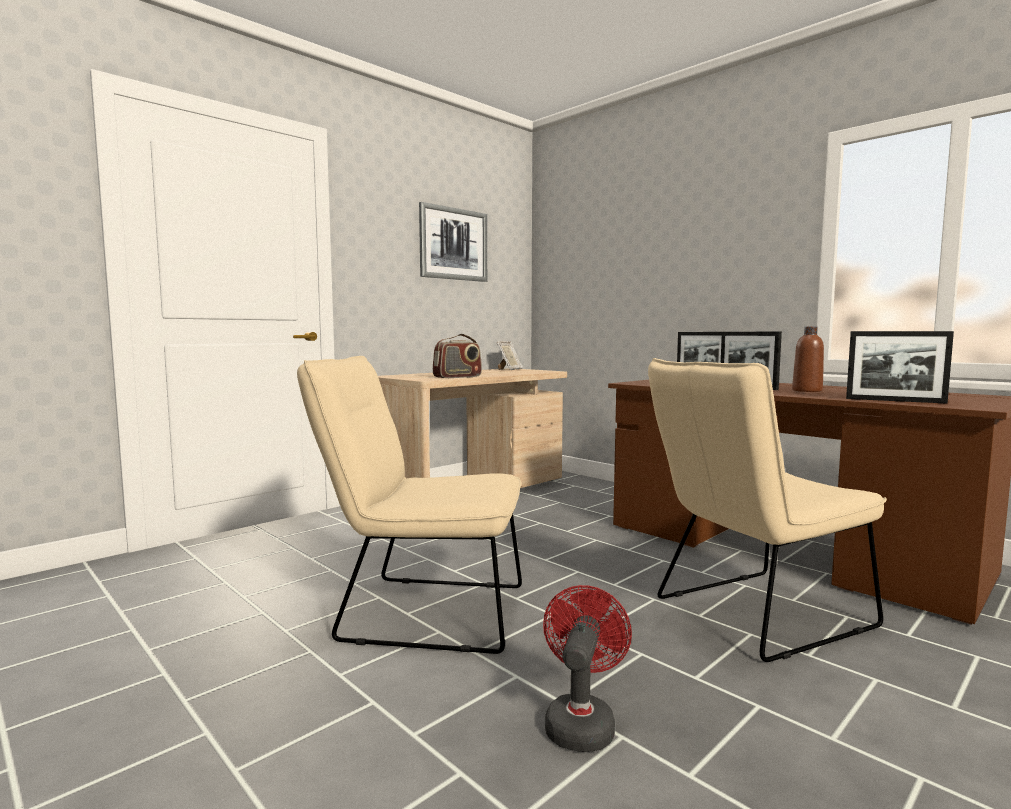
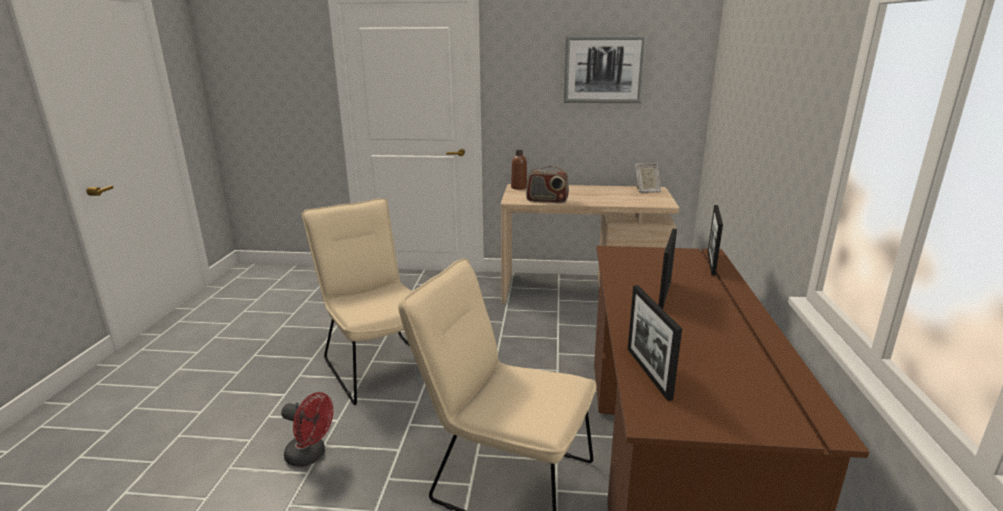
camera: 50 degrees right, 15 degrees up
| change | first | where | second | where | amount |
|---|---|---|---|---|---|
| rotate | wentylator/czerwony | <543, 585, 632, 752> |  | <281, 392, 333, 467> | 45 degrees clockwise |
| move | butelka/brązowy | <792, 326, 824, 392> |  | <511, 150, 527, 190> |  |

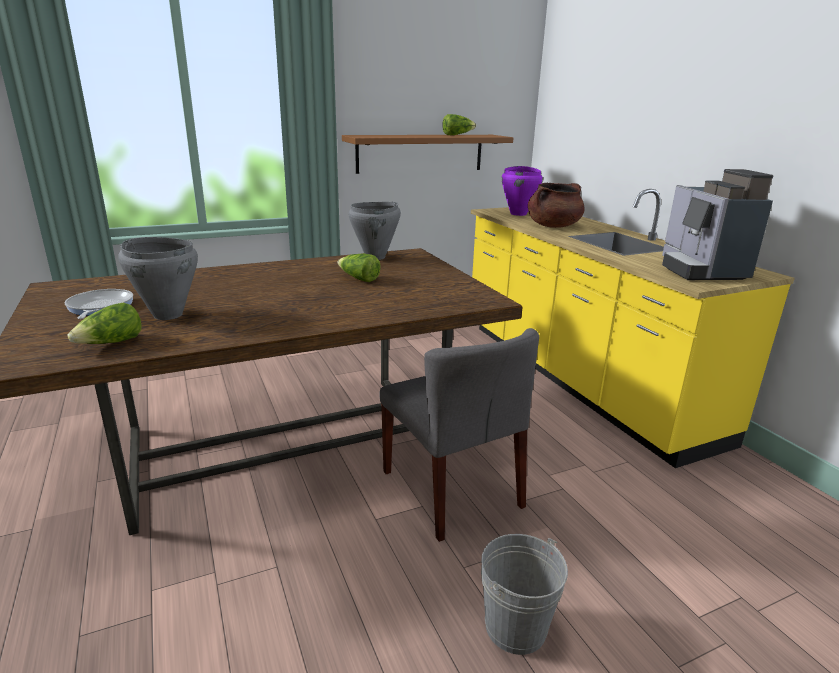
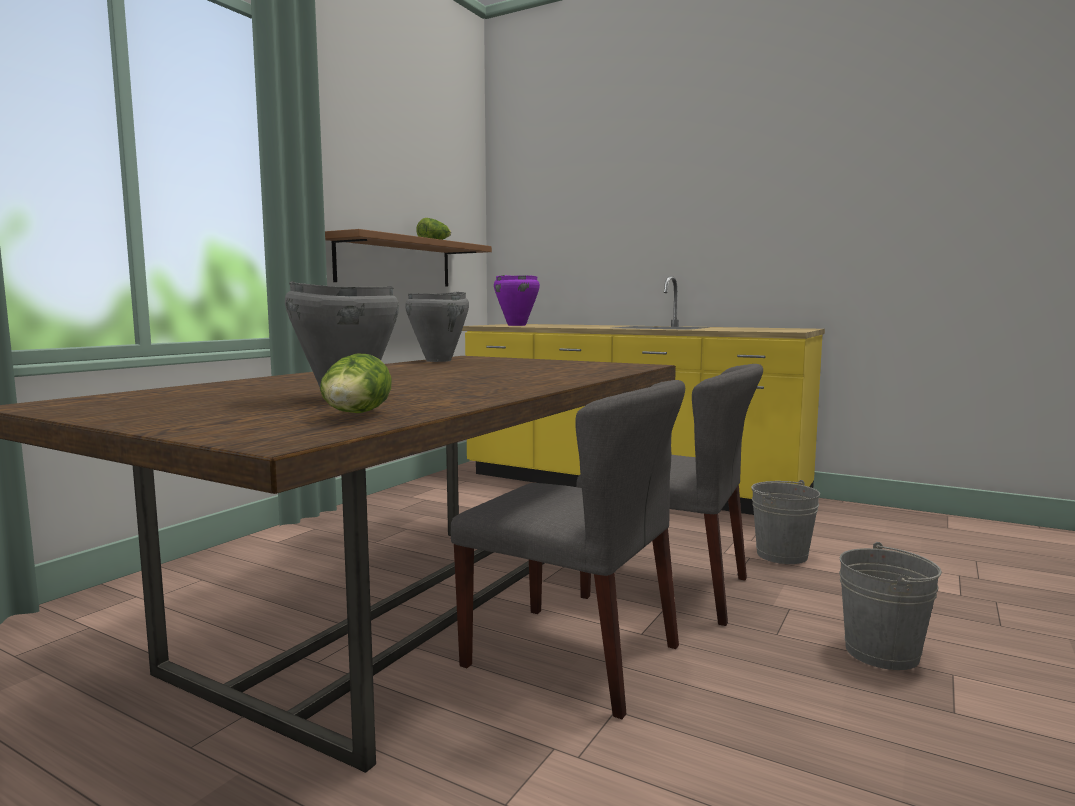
camera: 35 degrees left, 15 degrees down
| change | first | where | second | where | amount |
|---|---|---|---|---|---|
| delete | patelnia | <65, 289, 133, 319> |  |  |  |
| delete | sałata | <338, 254, 380, 282> |  |  |  |
| delete | garnek/brązowy | <528, 183, 584, 228> |  |  |  |
| delete | ekspres do kawy | <662, 169, 773, 280> |  |  |  |
| insert |  |  | krzesło/szary | <451, 380, 685, 719> |  |
| insert |  |  | wiadro/szary | <751, 480, 820, 564> |  |

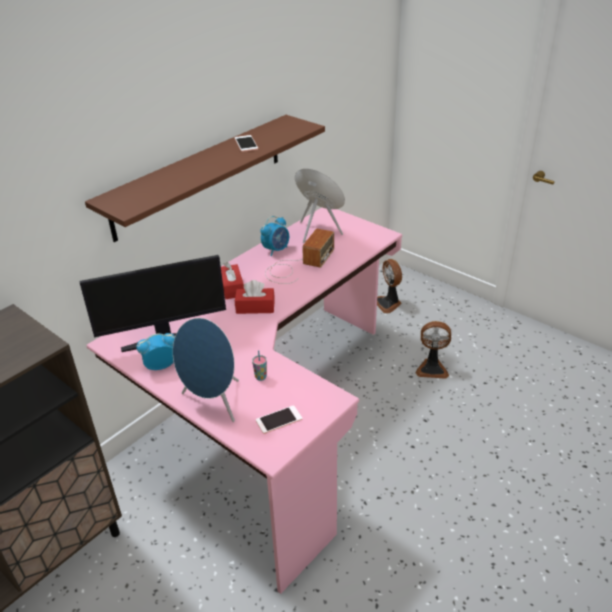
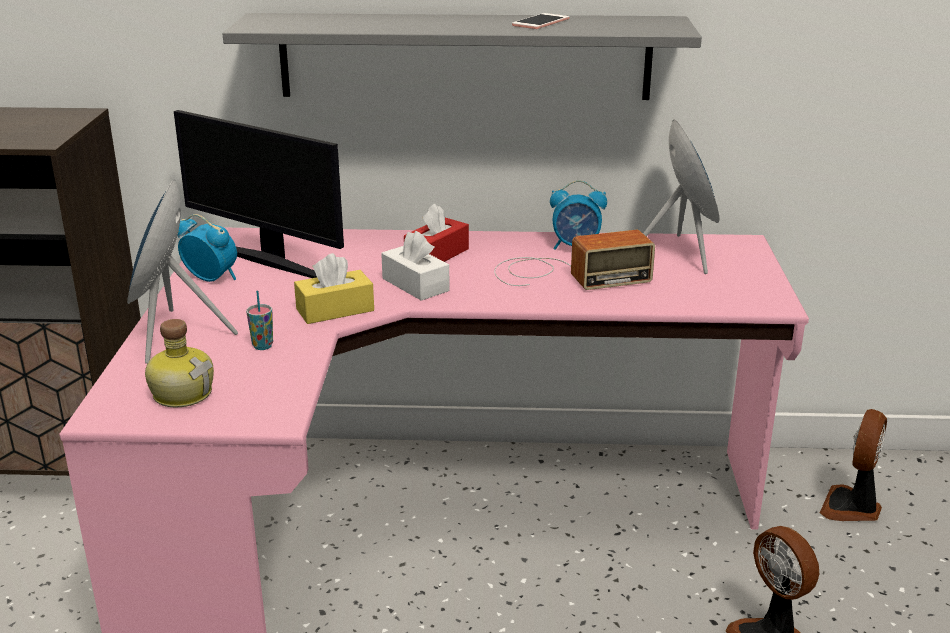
camera: 50 degrees right, 10 degrees down
| change | first | where | second | where | amount |
|---|---|---|---|---|---|
| recolor | półka/brązowy | <85, 115, 325, 242> | półka/szary | <222, 13, 702, 100> |  |
| recolor | pudełko chusteczek/czerwony | <235, 280, 275, 314> | pudełko chusteczek/biały | <381, 231, 450, 301> |  |
| replace | telefon | <256, 405, 302, 434> | butelka | <145, 319, 214, 407> |  |
| insert |  |  | pudełko chusteczek/żółty | <294, 253, 374, 324> |  |

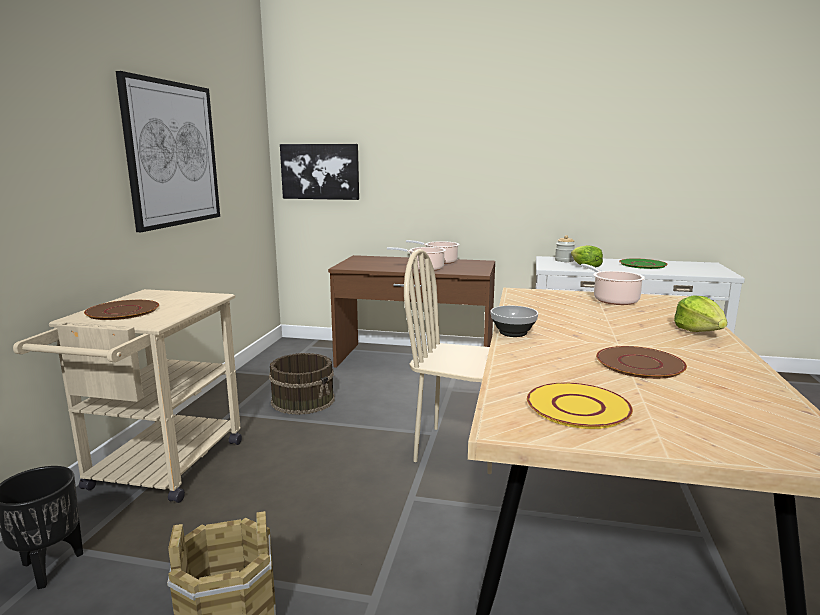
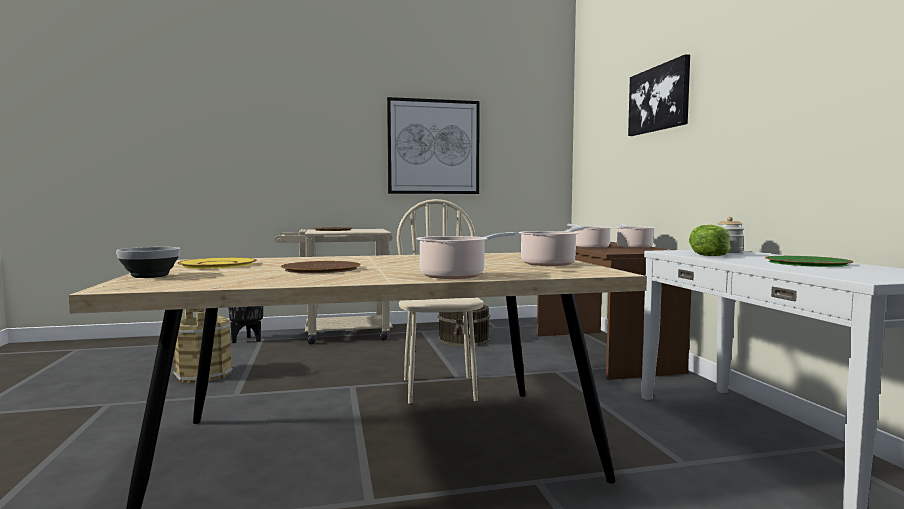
camera: 65 degrees right, 10 degrees down
| change | first | where | second | where | amount |
|---|---|---|---|---|---|
| move | obraz | <280, 144, 359, 200> |  | <628, 54, 690, 136> |  |
| move | miska | <491, 306, 538, 337> |  | <116, 247, 180, 278> |  |
| replace | sałata | <674, 295, 727, 332> | garnek | <417, 232, 516, 279> |  |

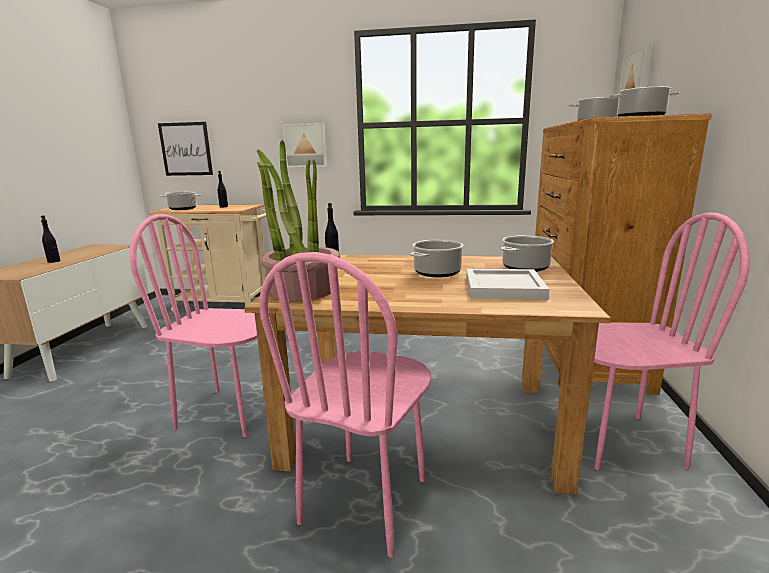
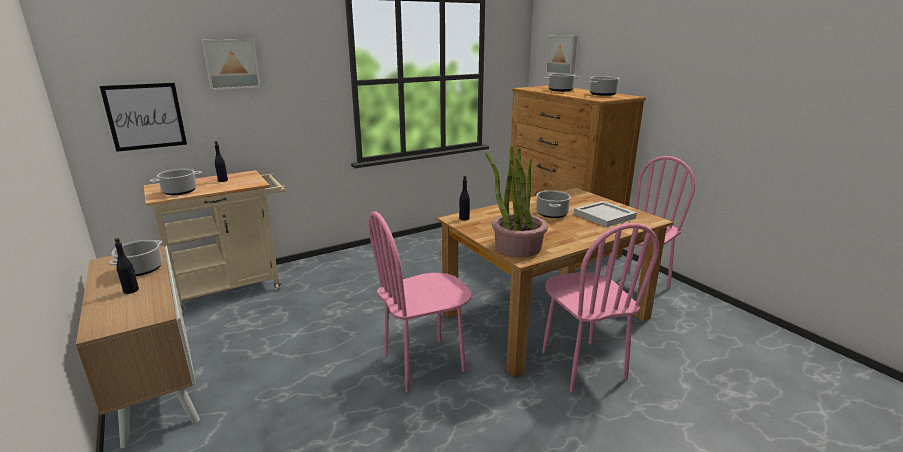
camera: 40 degrees left, 5 degrees up
| change | first | where | second | where | amount |
|---|---|---|---|---|---|
| move | obraz | <283, 123, 327, 167> |  | <202, 39, 261, 90> |  |
| move | garnek | <501, 235, 554, 272> |  | <109, 240, 163, 276> |  |

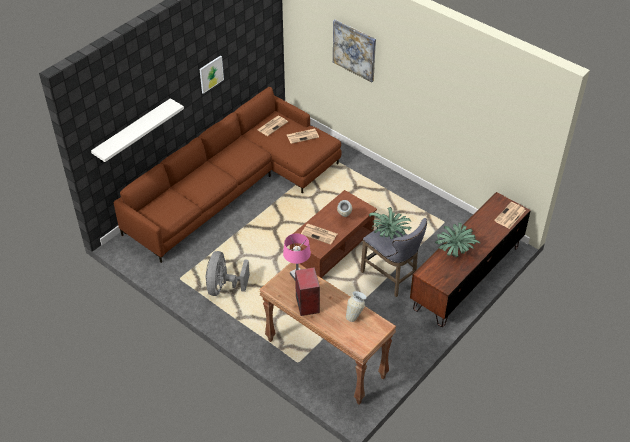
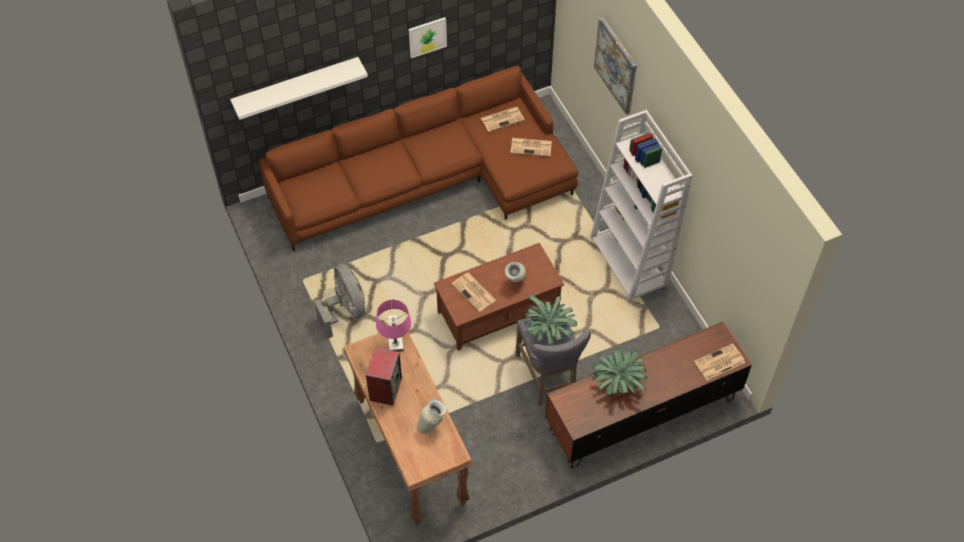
camera: 25 degrees right, 10 degrees up
| change | first | where | second | where | amount |
|---|---|---|---|---|---|
| rotate | wentylator/szary | <206, 251, 250, 296> |  | <314, 264, 366, 338> | 120 degrees clockwise |
| insert |  |  | regał/biały | <590, 110, 693, 300> |  |

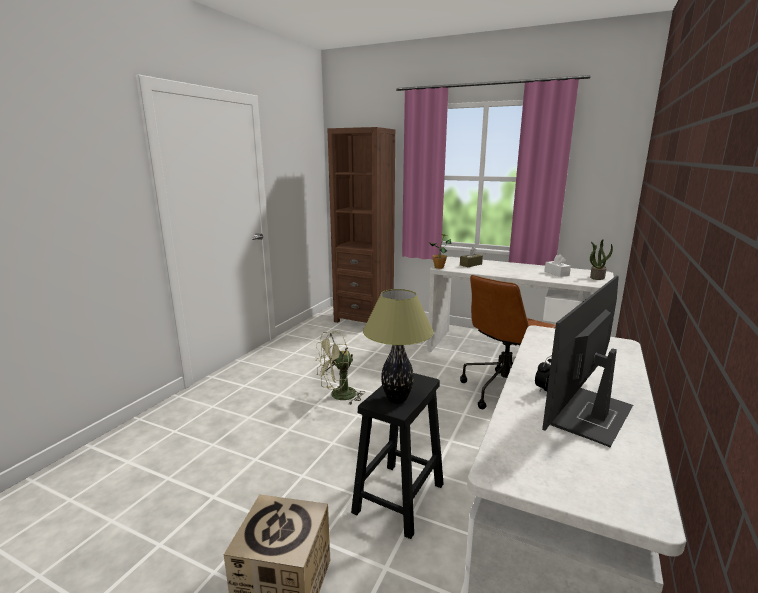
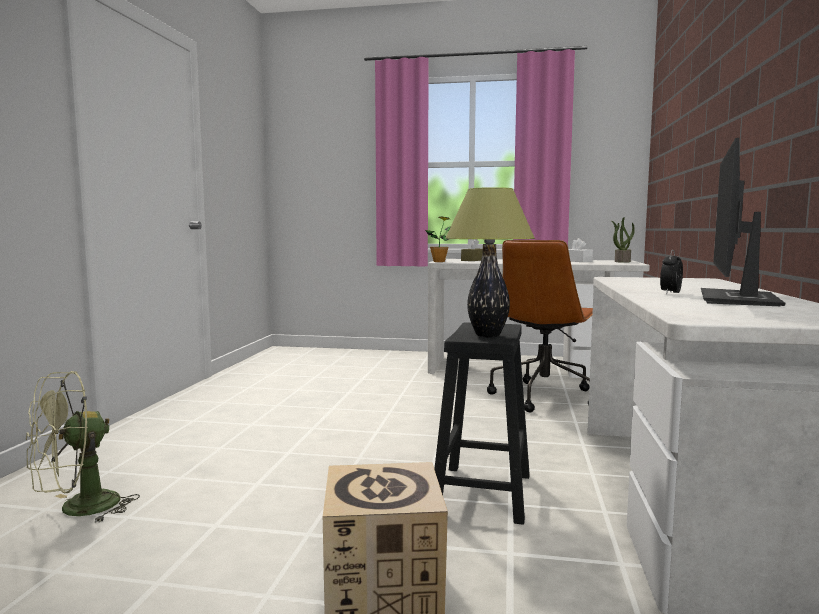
camera: 15 degrees left, 10 degrees down
| change | first | where | second | where | amount |
|---|---|---|---|---|---|
| move | wentylator/zielony | <315, 331, 365, 405> |  | <26, 371, 140, 523> |  |
| delete | regał/brązowy | <328, 127, 395, 323> |  |  |  |

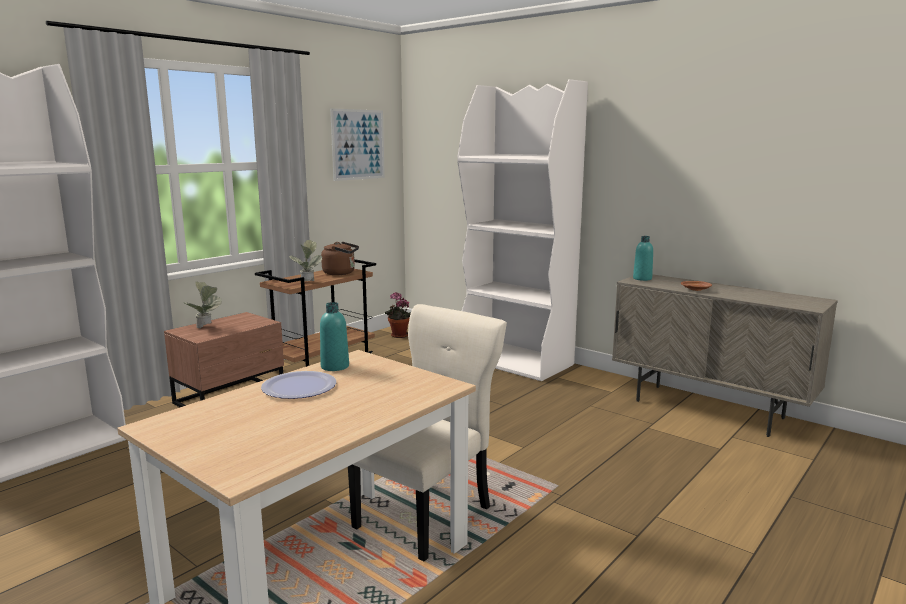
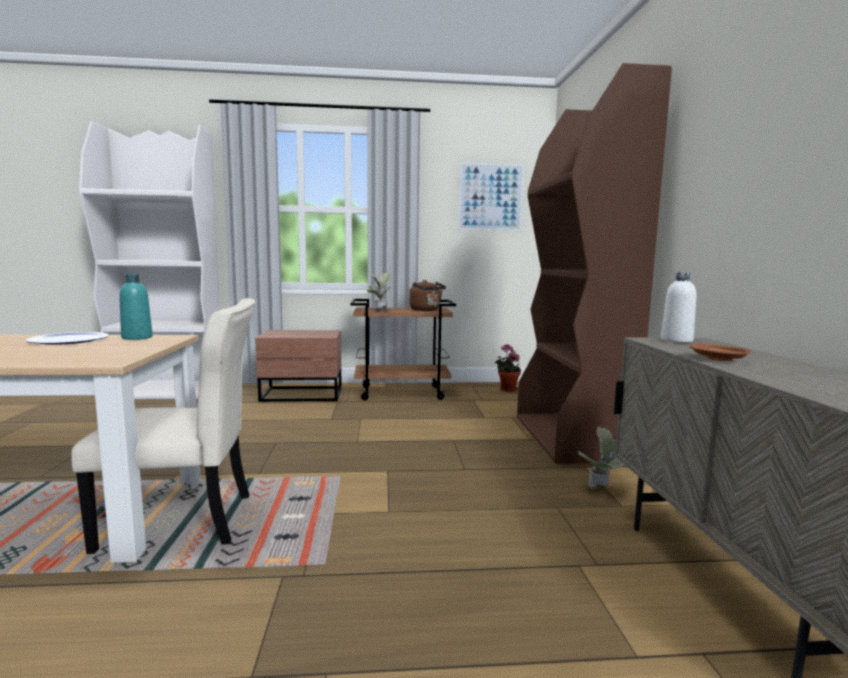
camera: 45 degrees right, 5 degrees down
| change | first | where | second | where | amount |
|---|---|---|---|---|---|
| move | roślina doniczkowa | <184, 281, 222, 328> |  | <577, 427, 624, 488> |  |
| recolor | regał/biały | <457, 79, 588, 381> | regał/brązowy | <517, 63, 672, 464> |  |
| recolor | butelka/turkusowy | <633, 236, 653, 281> | butelka/biały | <661, 272, 696, 343> |  |

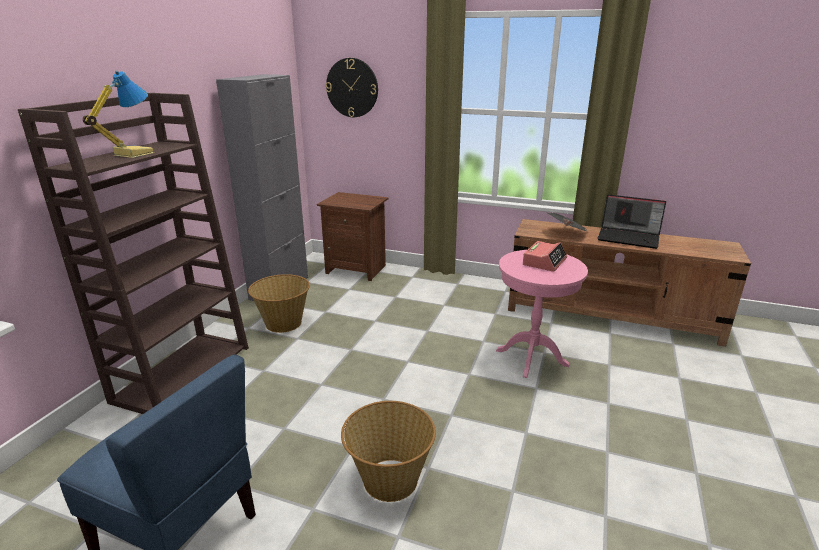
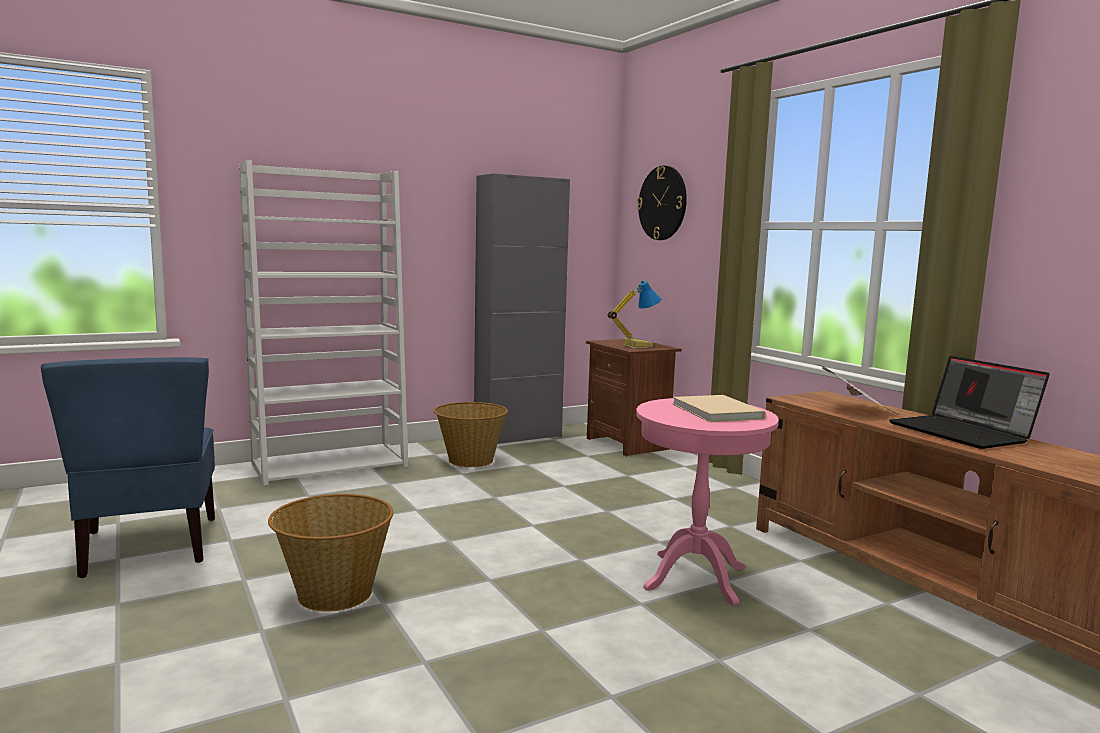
camera: 40 degrees right, 15 degrees down
| change | first | where | second | where | amount |
|---|---|---|---|---|---|
| recolor | regał/brązowy | <18, 93, 249, 414> | regał/biały | <239, 160, 408, 485> |  |
| move | lampa stołowa | <83, 70, 154, 158> |  | <608, 280, 662, 348> |  |
| replace | budzik | <523, 241, 567, 272> | książka/beżowy | <673, 395, 766, 422> |  |

